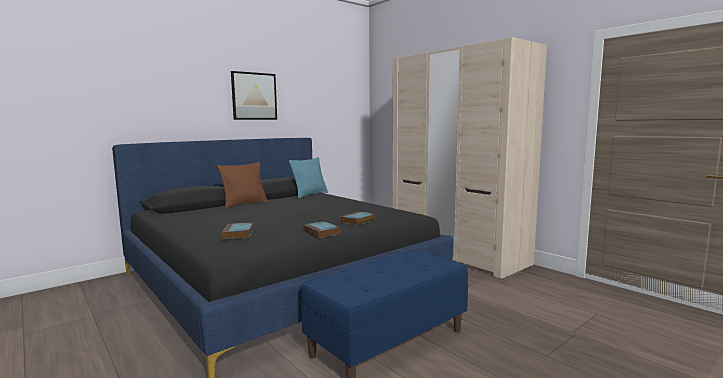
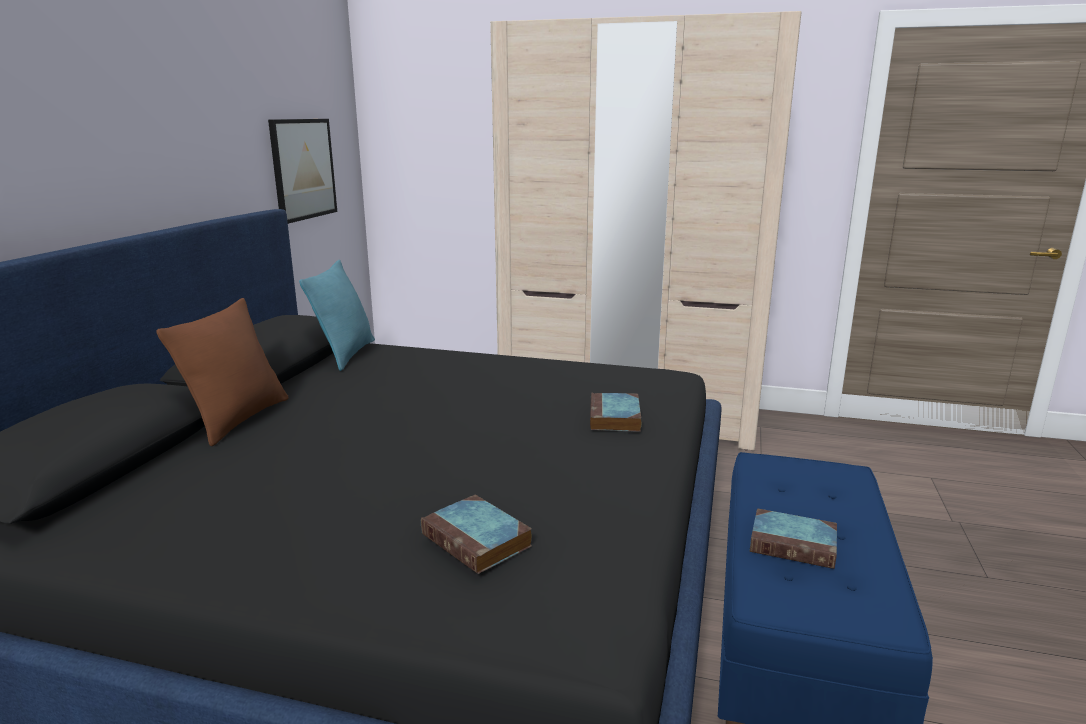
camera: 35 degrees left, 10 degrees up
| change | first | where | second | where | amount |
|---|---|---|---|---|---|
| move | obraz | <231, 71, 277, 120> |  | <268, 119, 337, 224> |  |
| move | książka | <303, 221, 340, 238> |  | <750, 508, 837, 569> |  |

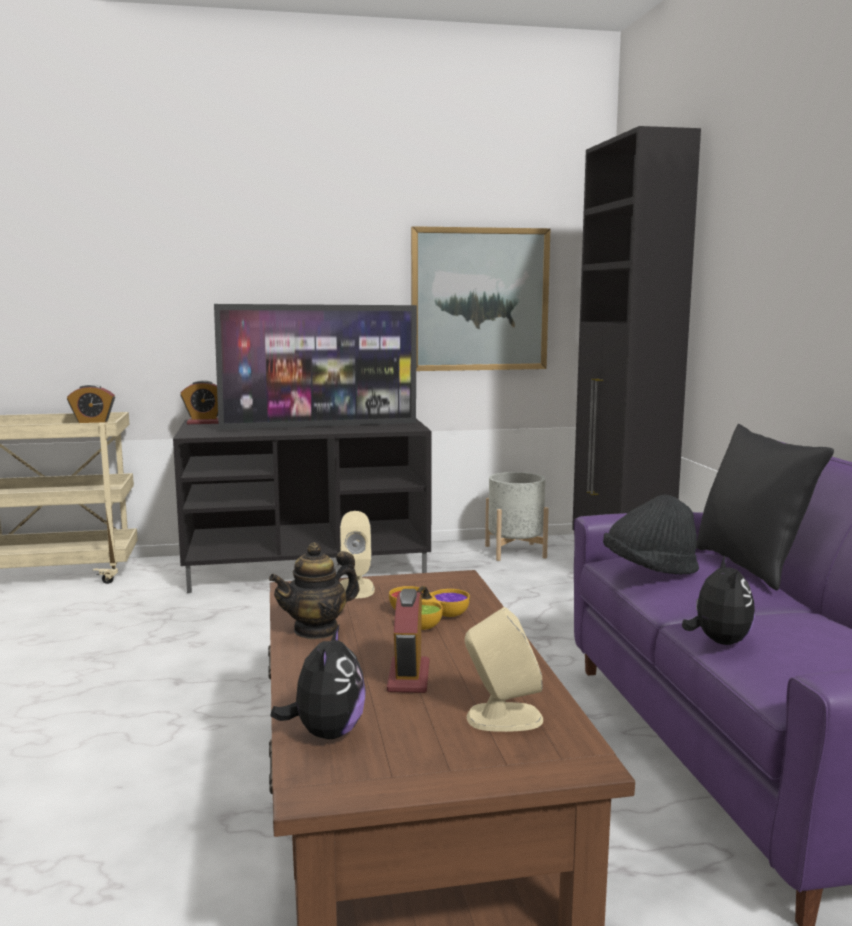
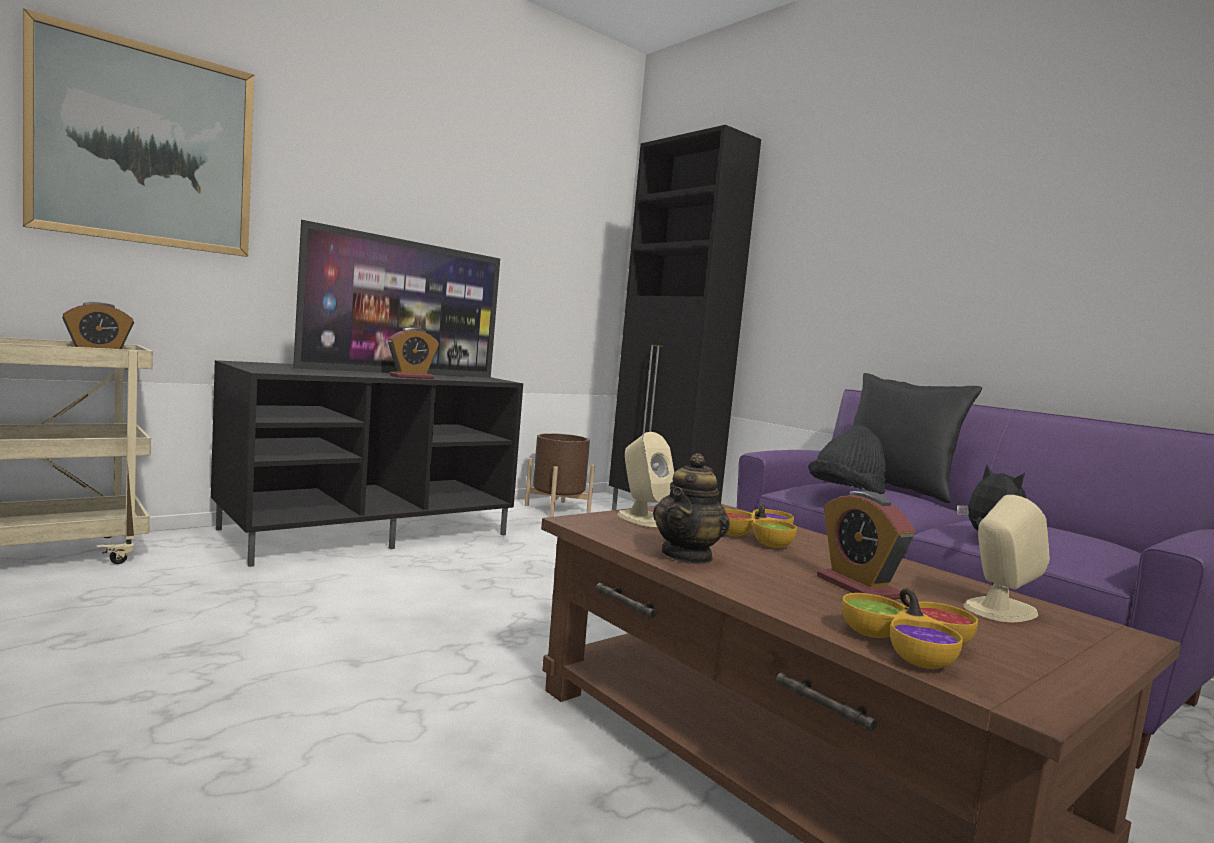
camera: 30 degrees left, 5 degrees down
| change | first | where | second | where | amount |
|---|---|---|---|---|---|
| move | budzik | <180, 380, 218, 424> |  | <388, 328, 439, 379> |  |
| replace | pluszak | <270, 625, 366, 739> | miska | <842, 588, 978, 669> |  |
| move | obraz | <411, 226, 551, 371> |  | <23, 8, 254, 257> |  |
| recolor | donica/szary | <485, 472, 549, 561> | donica/brązowy | <525, 433, 595, 517> |  |

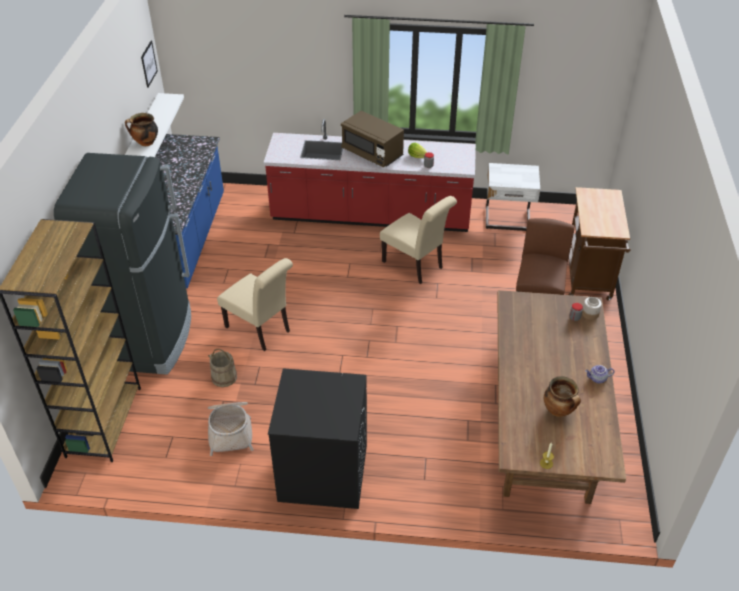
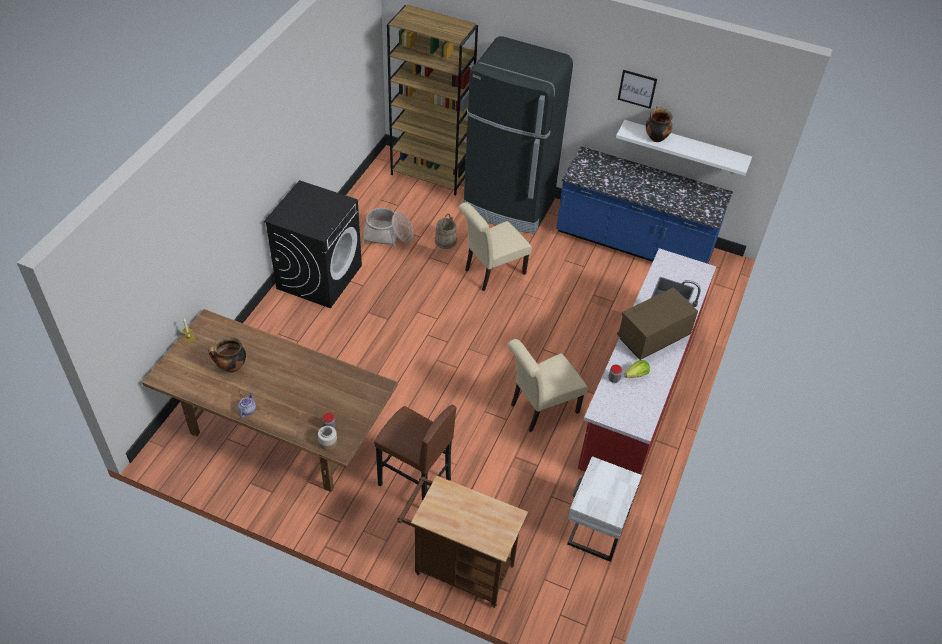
camera: 105 degrees right, 5 degrees up
| change | first | where | second | where | amount |
|---|---|---|---|---|---|
| move | obraz | <141, 41, 158, 88> |  | <618, 70, 657, 109> |  |

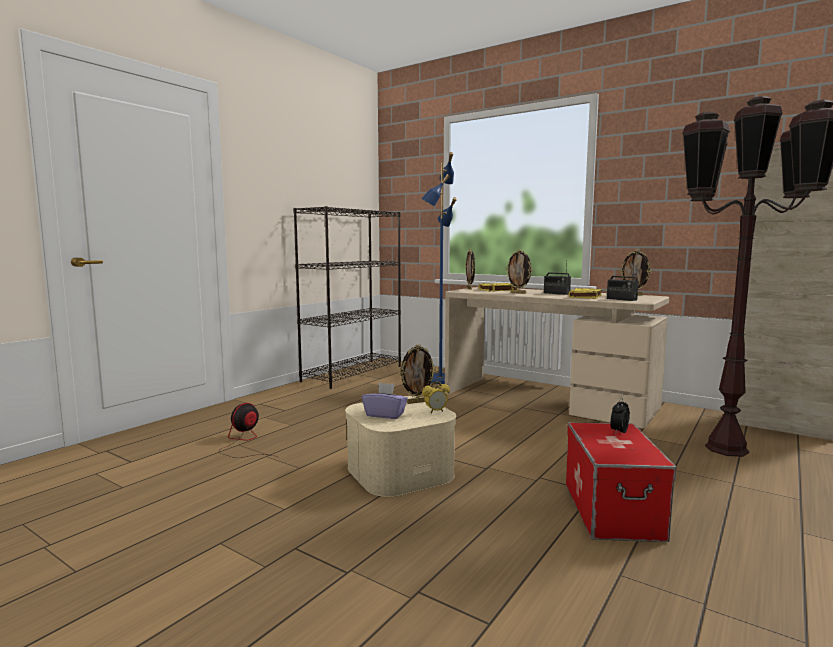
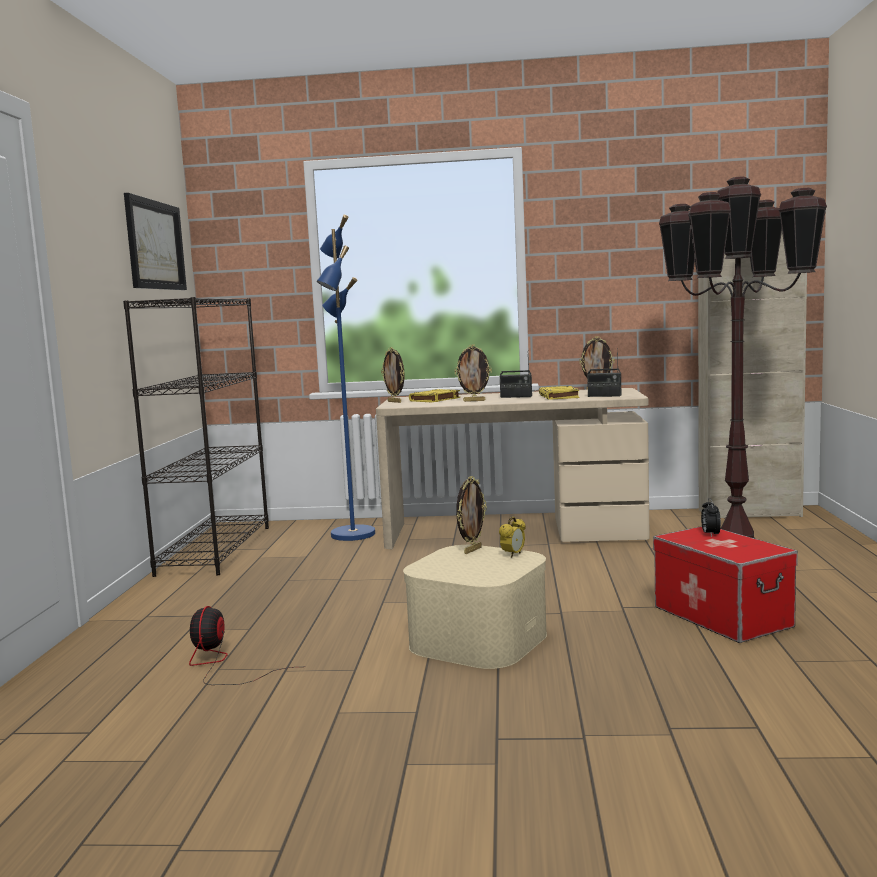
camera: 30 degrees left, 0 degrees up
| change | first | where | second | where | amount |
|---|---|---|---|---|---|
| delete | pudełko chusteczek/fioletowy | <362, 382, 408, 419> |  |  |  |
| insert |  |  | obraz | <124, 193, 187, 290> |  |

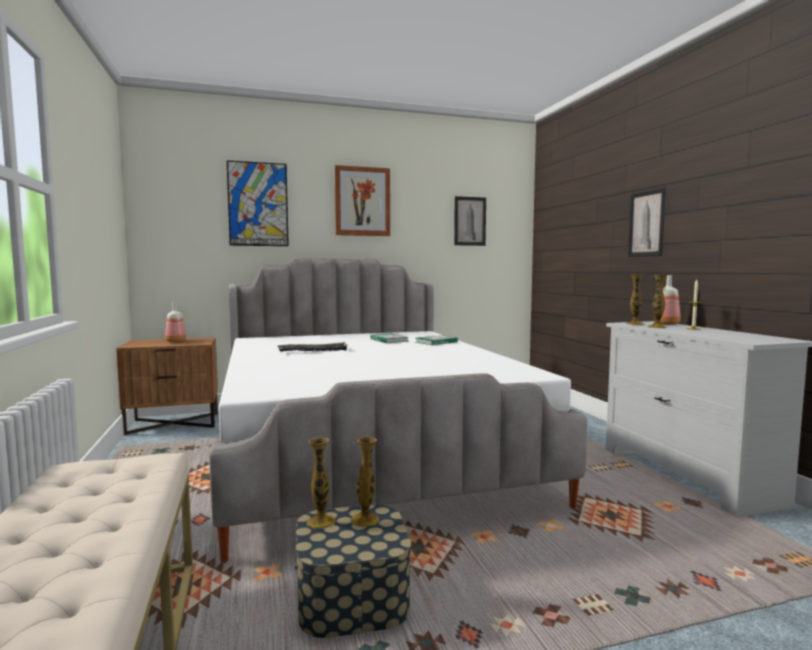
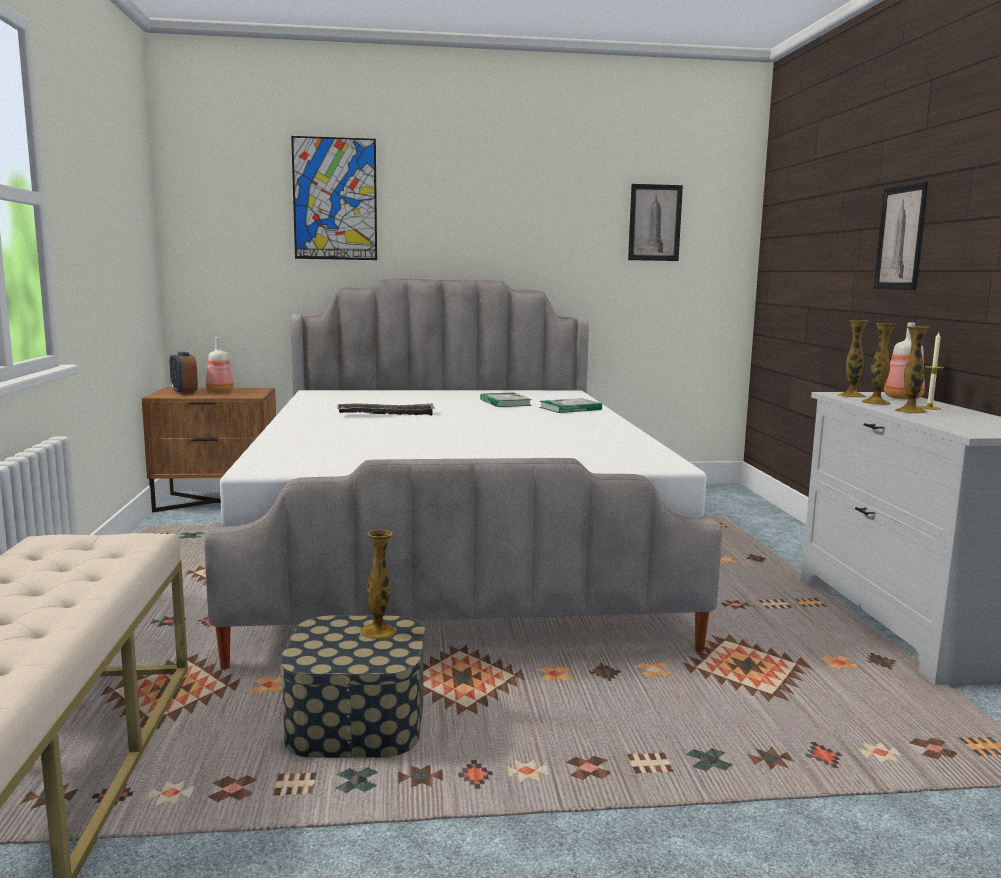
camera: 10 degrees right, 5 degrees up
| change | first | where | second | where | amount |
|---|---|---|---|---|---|
| move | wazon | <307, 438, 336, 529> |  | <895, 326, 929, 414> |  |
| delete | obraz | <335, 165, 390, 236> |  |  |  |
| insert |  |  | budzik | <170, 352, 198, 394> |  |

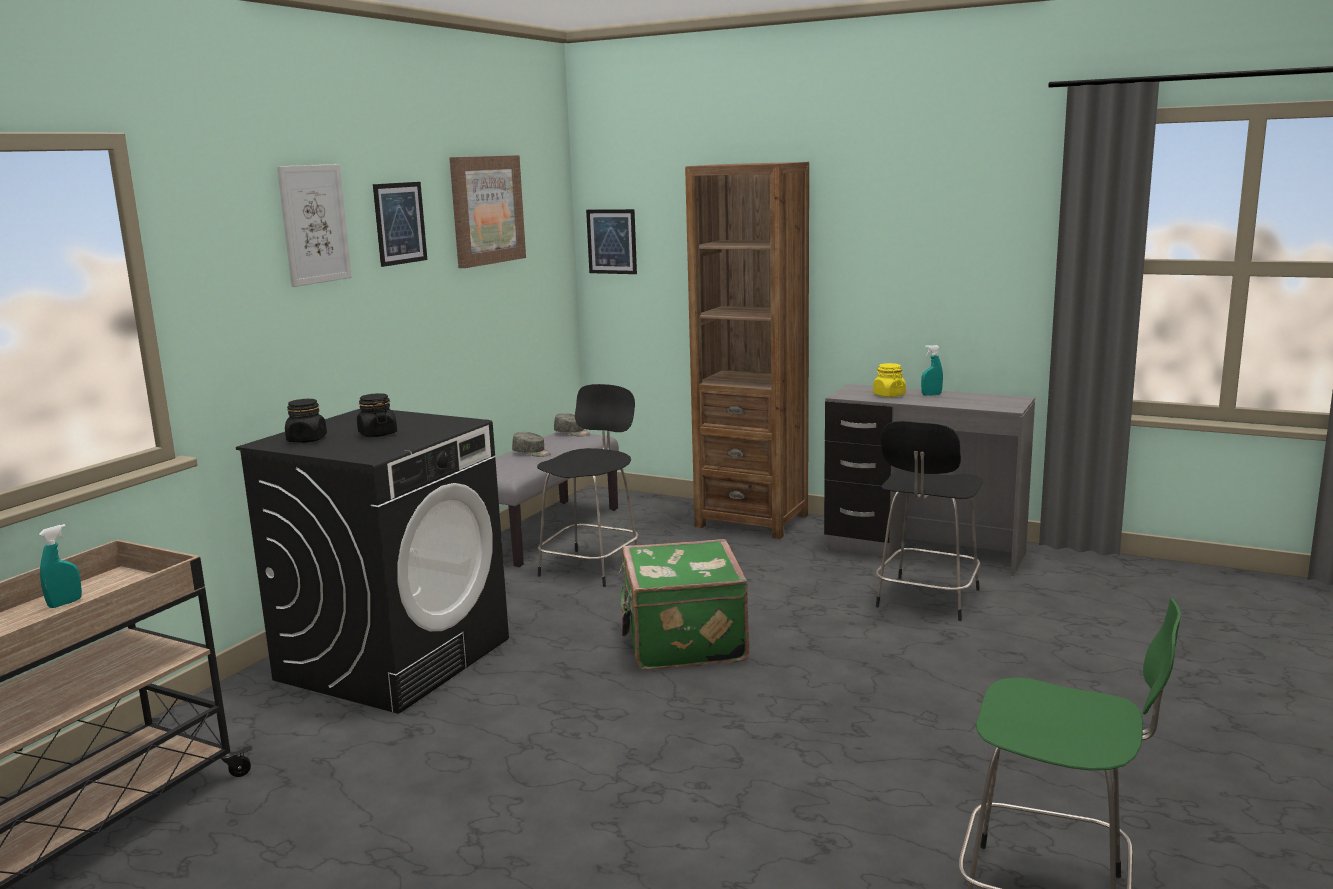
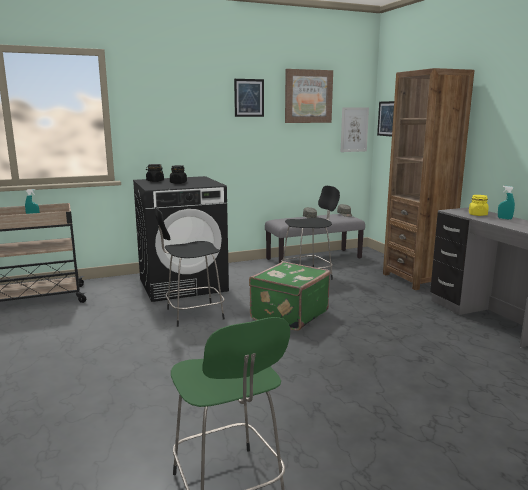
camera: 40 degrees right, 0 degrees up
| change | first | where | second | where | amount |
|---|---|---|---|---|---|
| move | obraz | <277, 164, 352, 287> |  | <341, 107, 369, 152> |  |
| move | stołek/czarny | <876, 421, 983, 621> |  | <155, 207, 225, 327> |  |

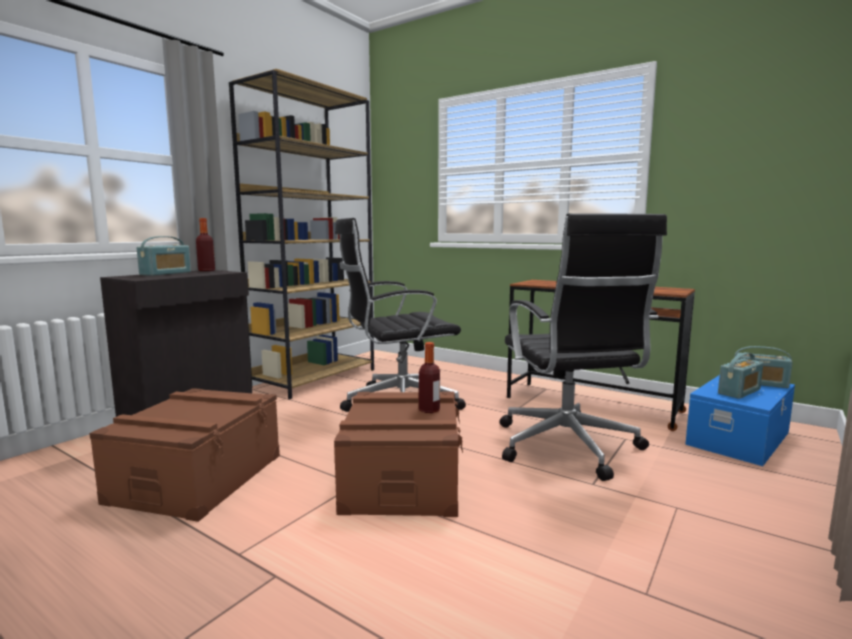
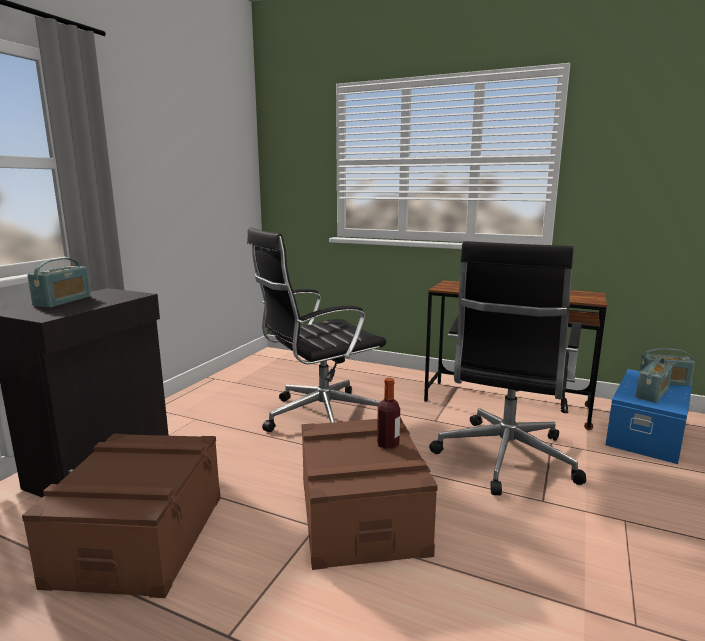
camera: 10 degrees left, 5 degrees up
| change | first | where | second | where | amount |
|---|---|---|---|---|---|
| delete | butelka | <196, 218, 215, 271> |  |  |  |
| delete | regał/brązowy | <229, 69, 374, 399> |  |  |  |
| rotate | krzesło biurowe/czarny | <499, 213, 667, 481> |  | <429, 241, 586, 495> | 45 degrees clockwise |

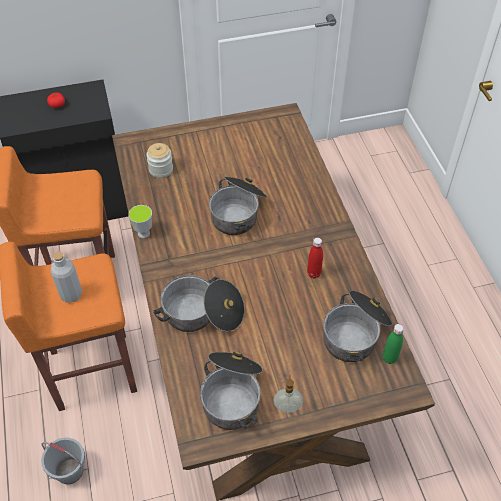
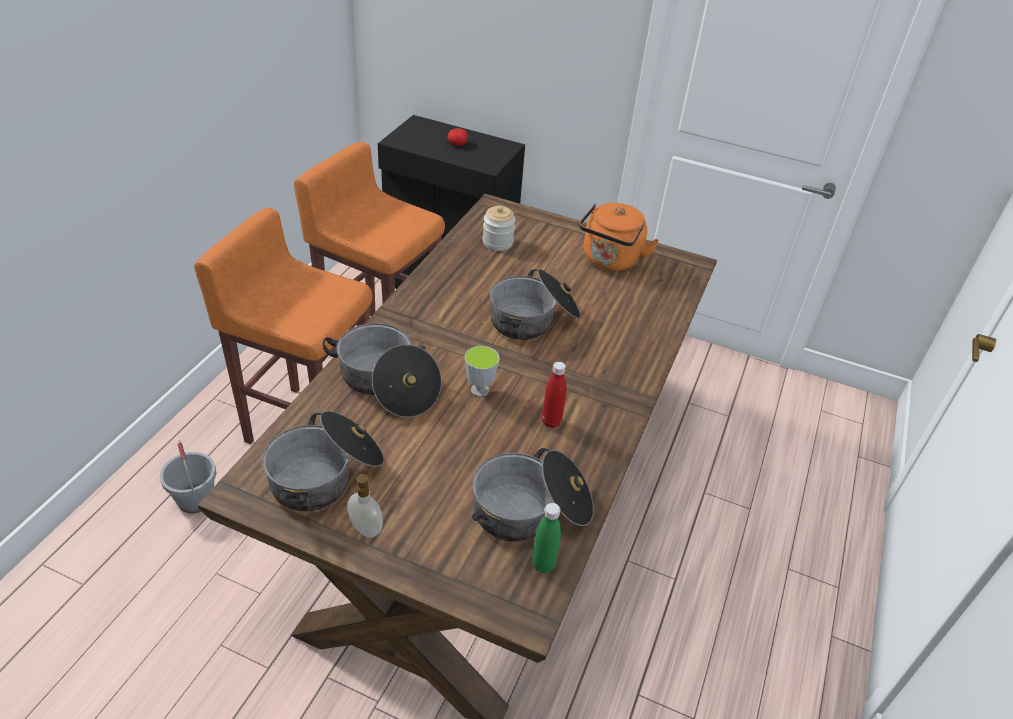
camera: 35 degrees right, 10 degrees down
| change | first | where | second | where | amount |
|---|---|---|---|---|---|
| delete | butelka/szary | <50, 252, 82, 303> |  |  |  |
| move | filiżanka | <128, 205, 152, 238> |  | <465, 346, 499, 397> |  |
| insert |  |  | czajnik/pomarańczowy | <579, 203, 659, 271> |  |

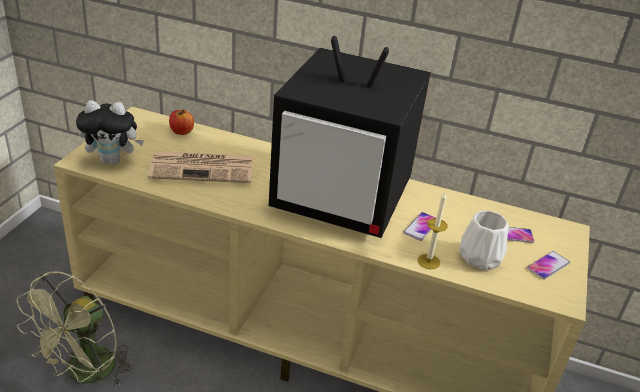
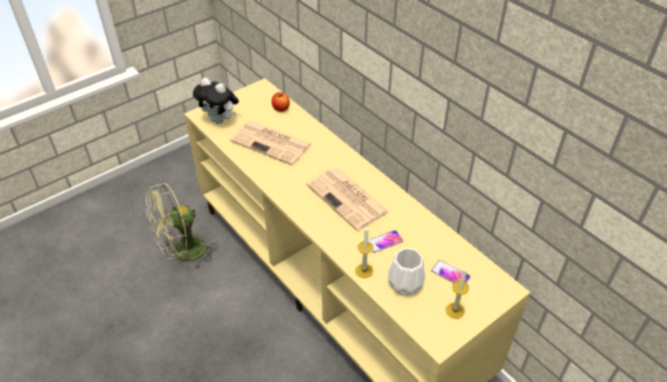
camera: 35 degrees right, 10 degrees up
| change | first | where | second | where | amount |
|---|---|---|---|---|---|
| replace | telewizor | <269, 36, 431, 238> | gazeta | <306, 167, 389, 231> |  |
| replace | telefon | <527, 251, 570, 280> | świeca | <446, 266, 469, 319> |  |

